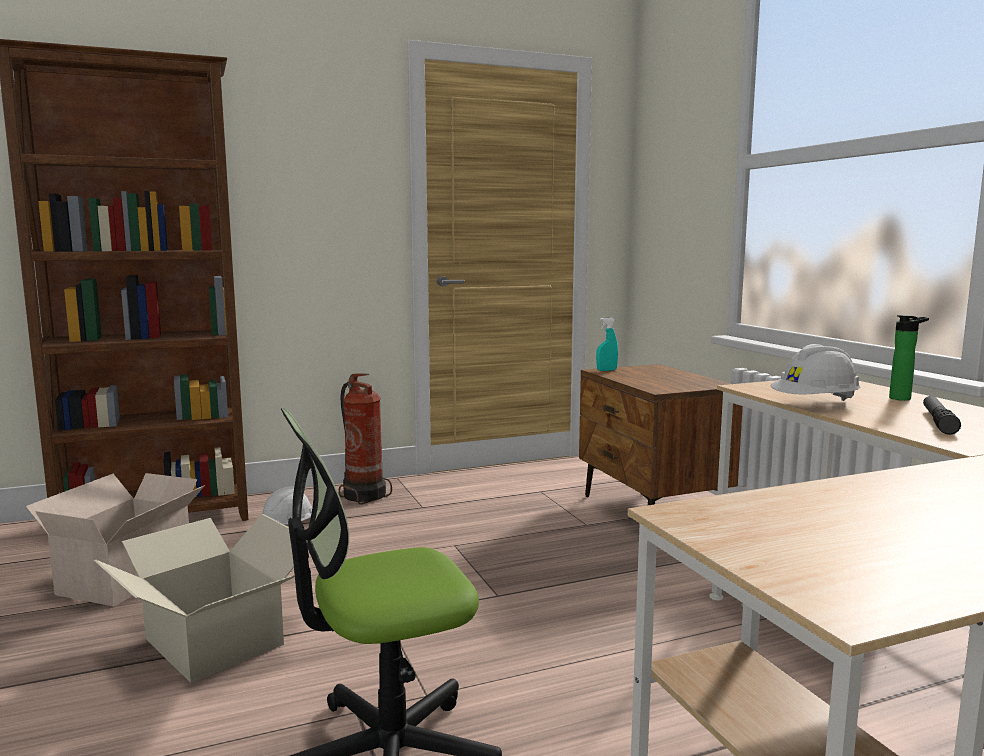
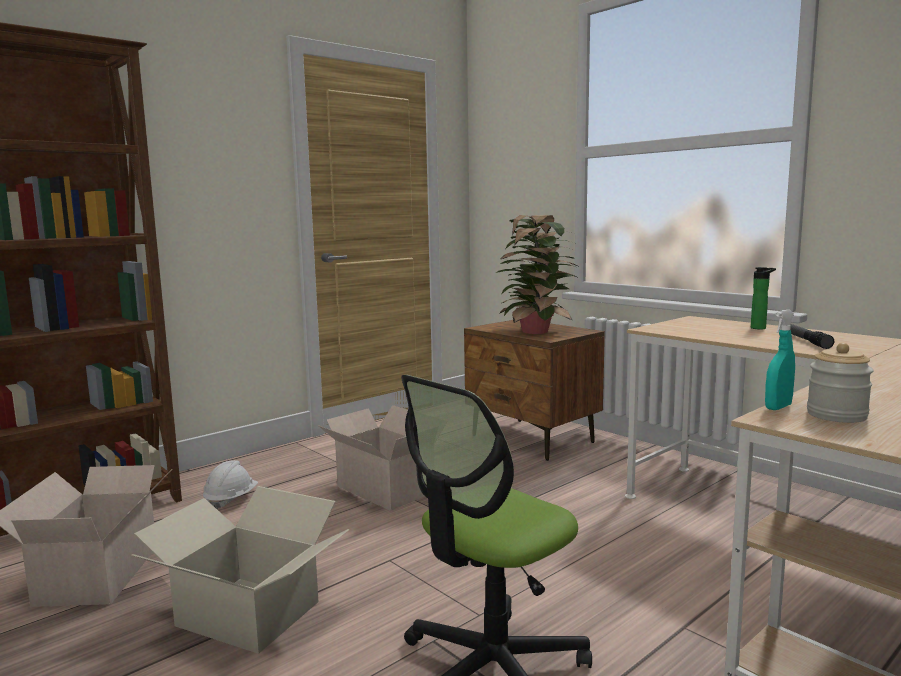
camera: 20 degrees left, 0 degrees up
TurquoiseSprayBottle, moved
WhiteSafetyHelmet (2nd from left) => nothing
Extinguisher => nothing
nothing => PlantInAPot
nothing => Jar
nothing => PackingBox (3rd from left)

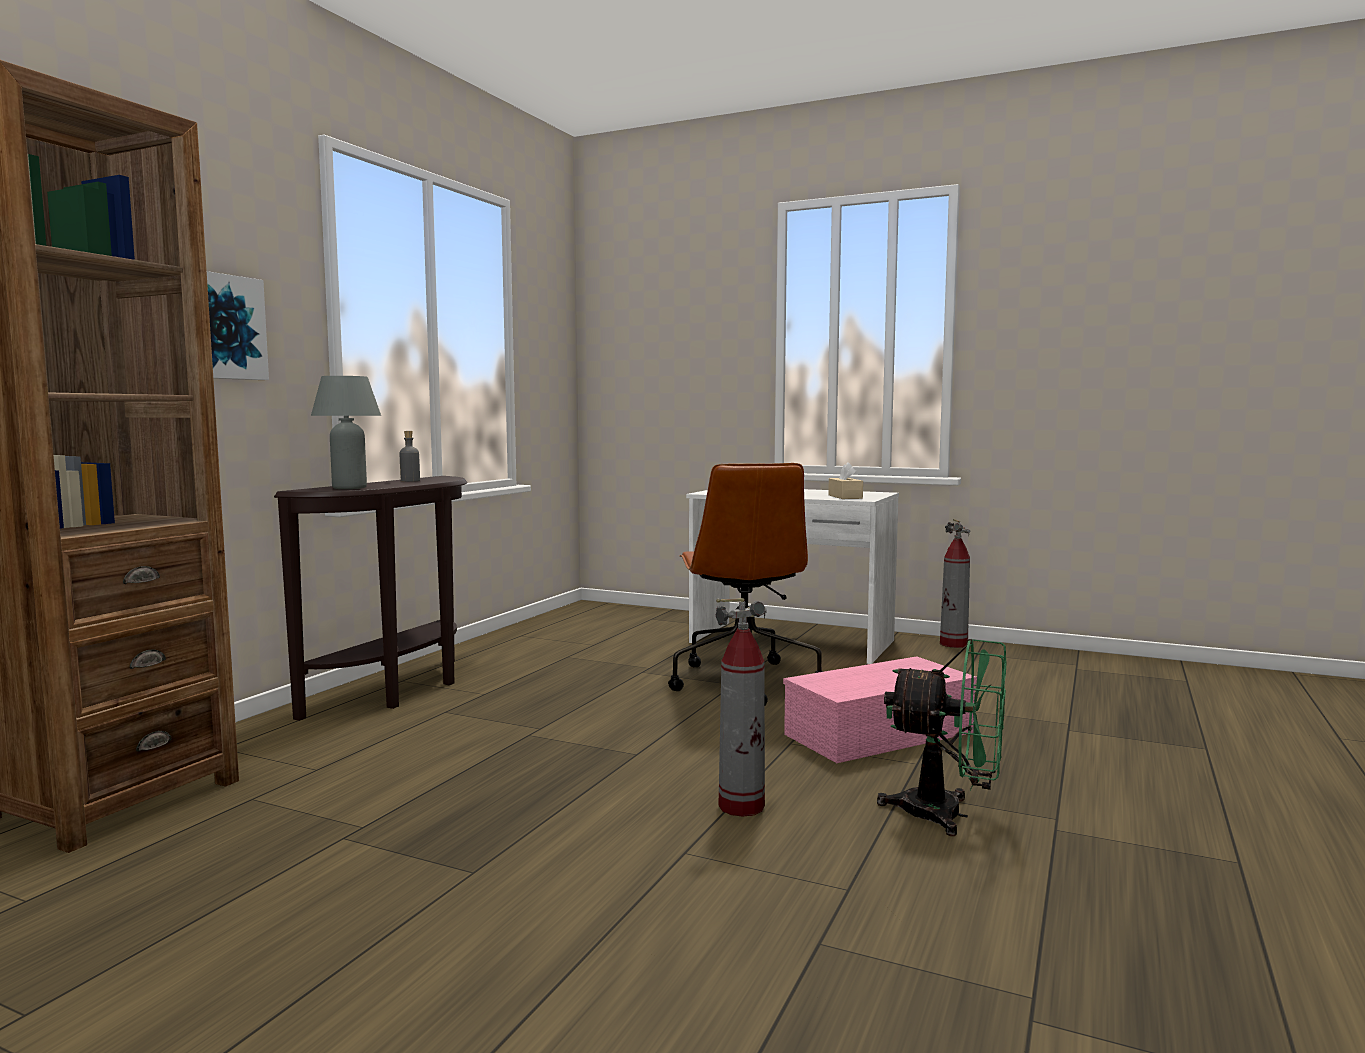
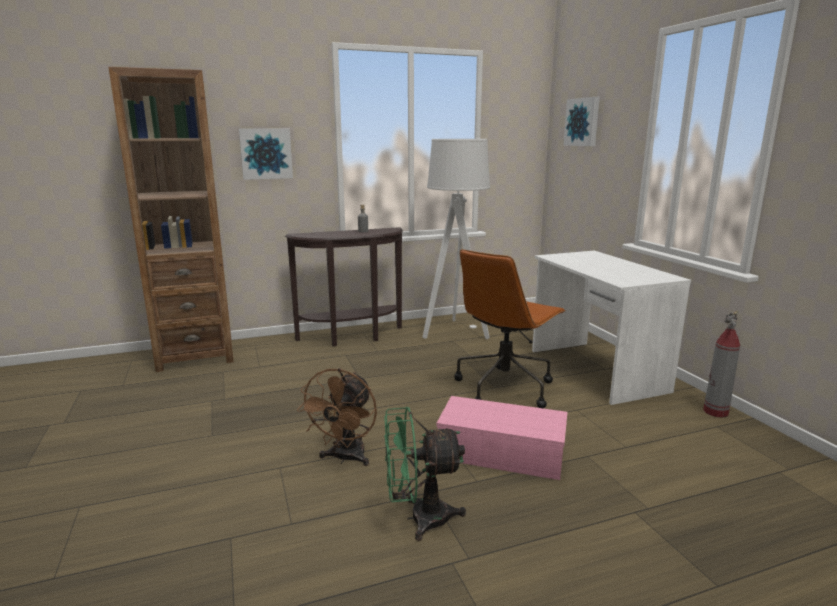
camera: 45 degrees right, 10 degrees up
GreyishLampForATable => nothing
BeigeColouredTissueBox => nothing
Extinguisher (1st from left) => BrownishFan
GreenishFan, 105 degrees clockwise
nothing => WallArt (2nd from left)
nothing => GreyishStandingLamp

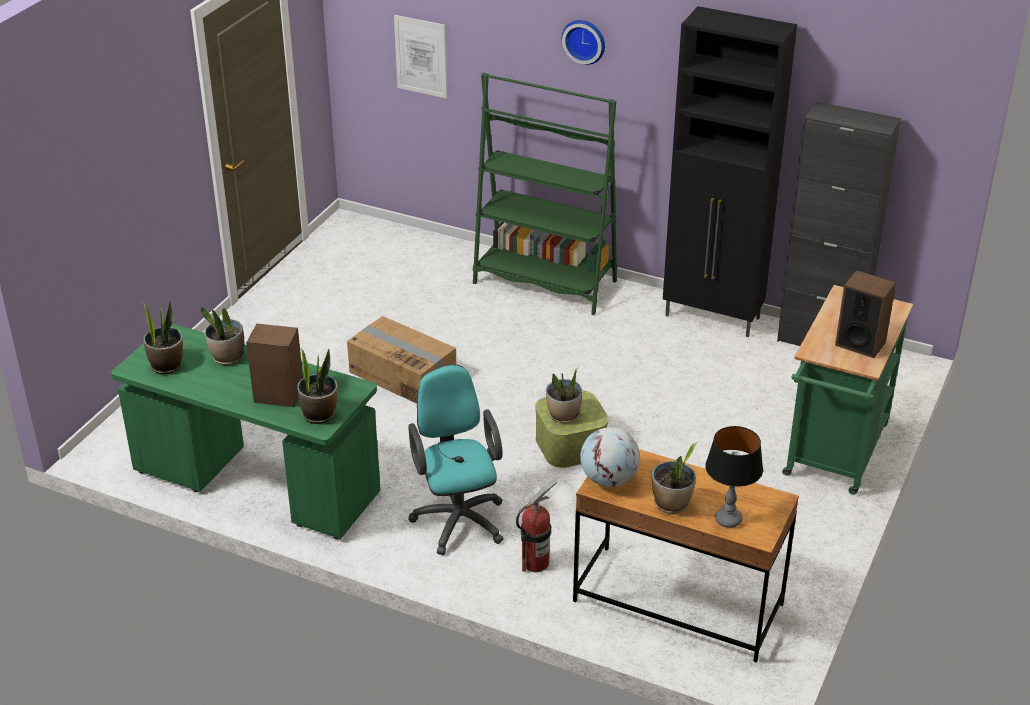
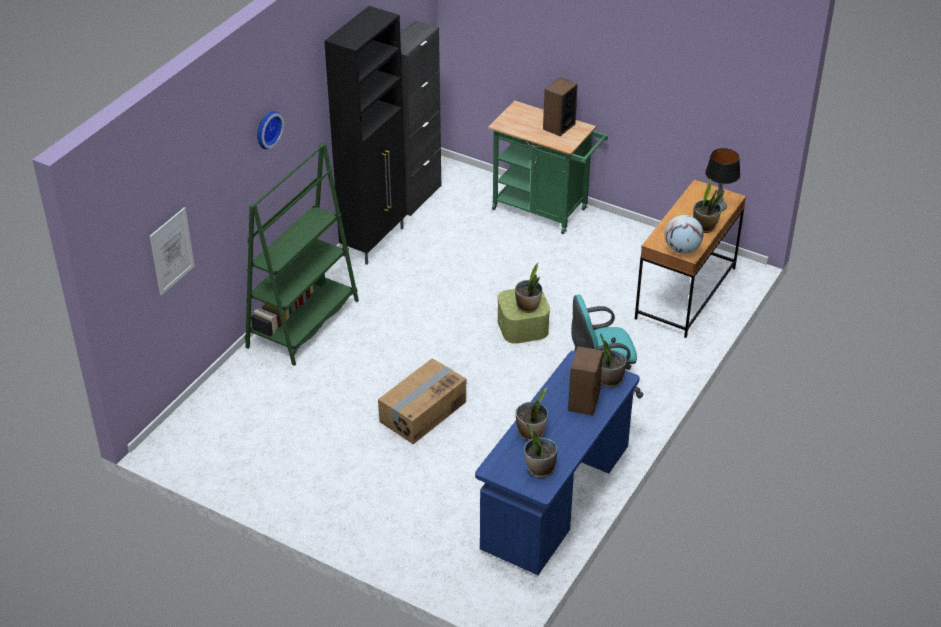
camera: 85 degrees left, 5 degrees up
GreenishDeskTable => BlueColouredDeskTable
Extinguisher => nothing

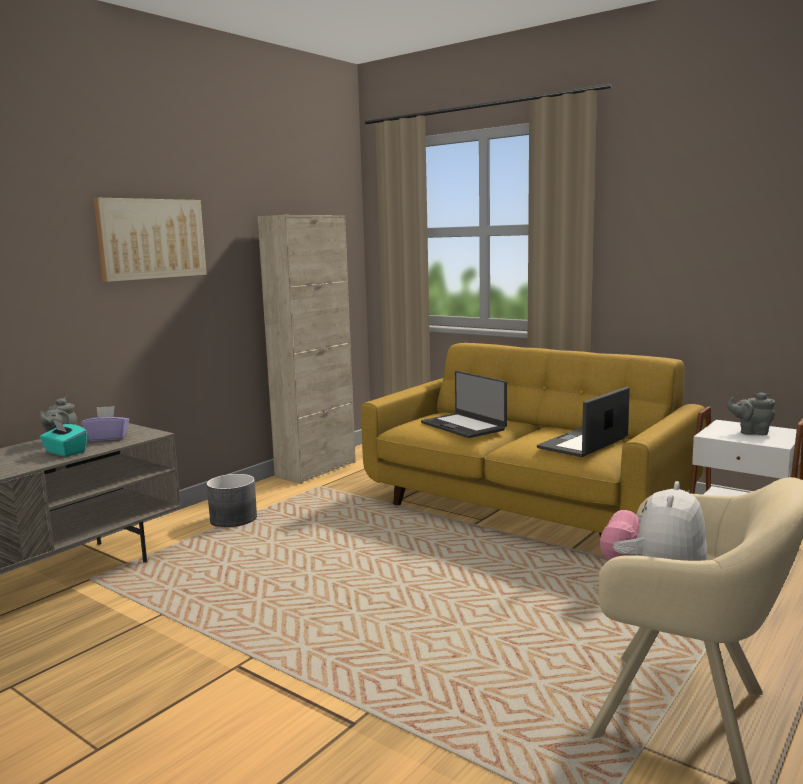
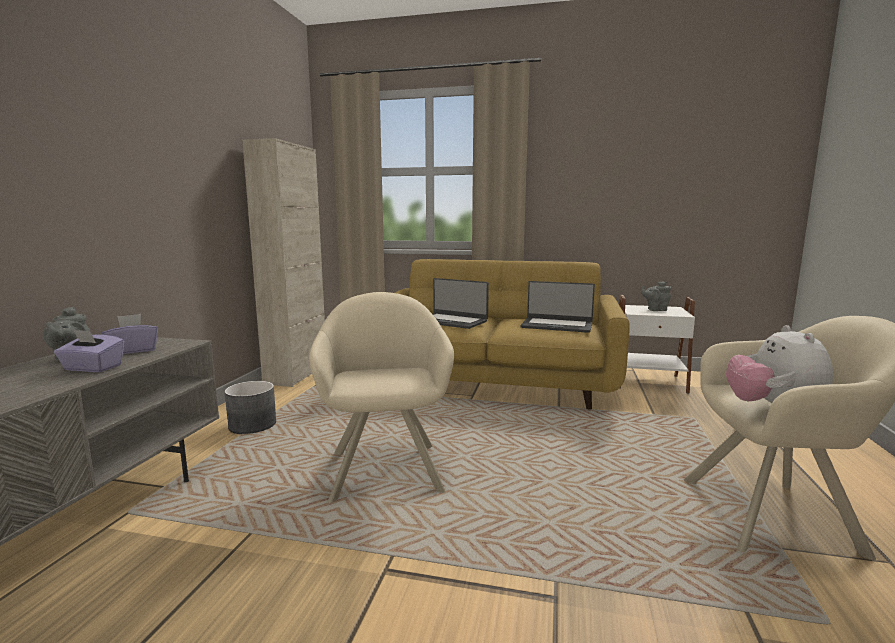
camera: 25 degrees left, 0 degrees up
WallArt => nothing
NotebookComputer (2nd from left), 90 degrees counterclockwise
TurquoiseTissueBox => PurpleTissueBox (1st from left)
nothing => BeigeColouredArmchair (1st from left)

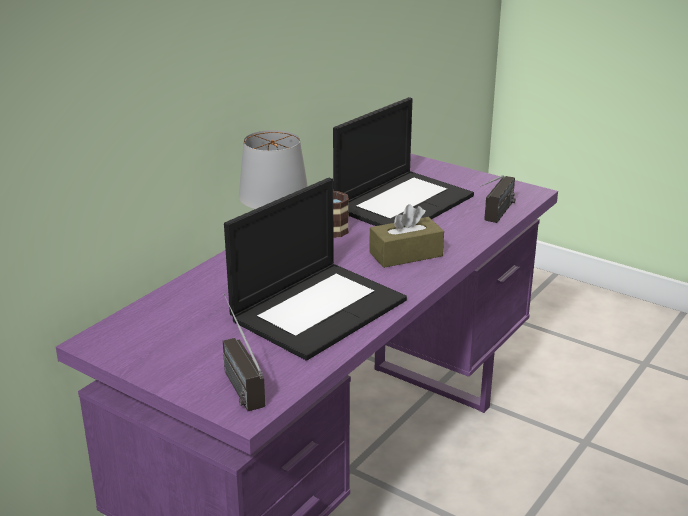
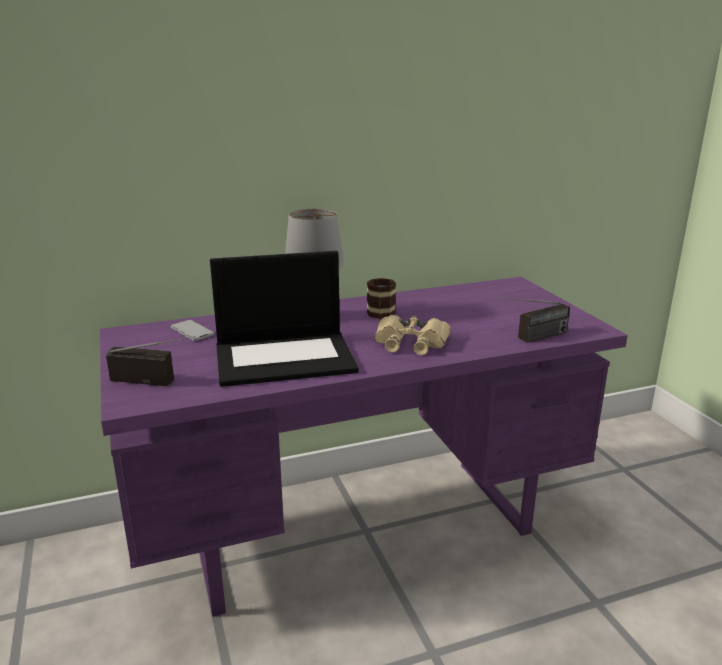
camera: 35 degrees right, 5 degrees down
NotebookComputer (2nd from left) => nothing
BrownishTissueBox => BeigeColouredFieldGlasses
Radio (1st from left), 90 degrees clockwise
nothing => Phone

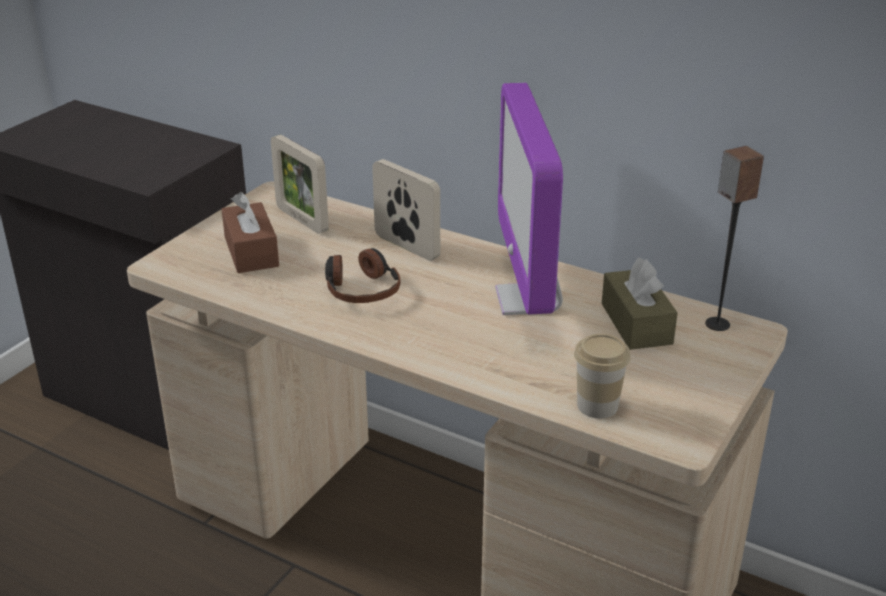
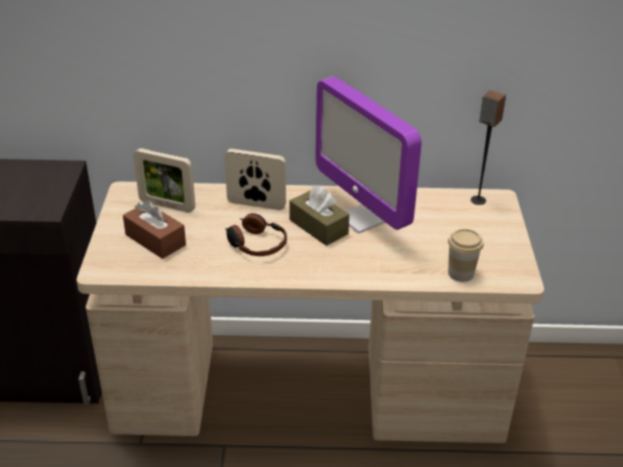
camera: 30 degrees left, 5 degrees up
BrownishTissueBox (2nd from left), moved

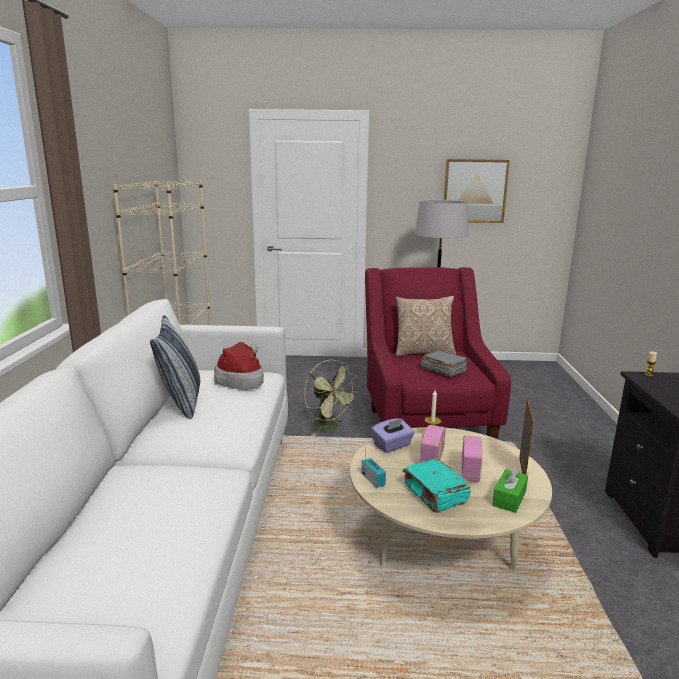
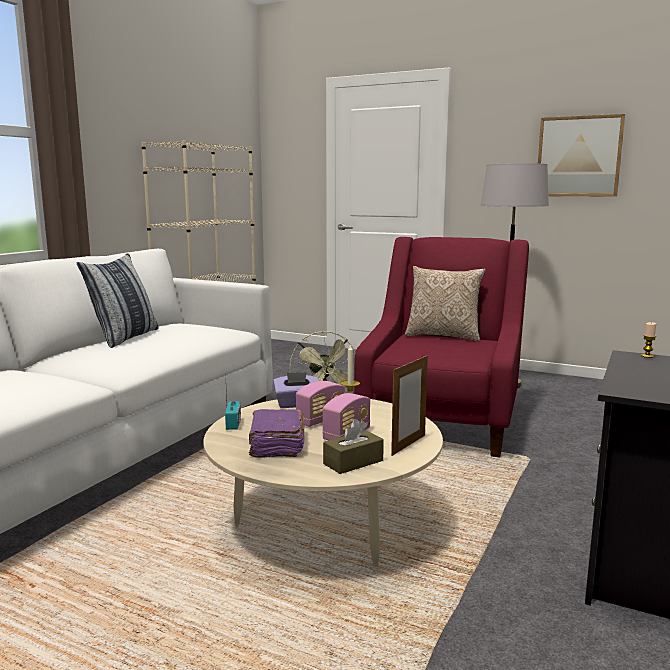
camera: 25 degrees right, 5 degrees down
ClothingHat => nothing
GreyishBook => nothing
TurquoiseBook => PurpleBook
GreenishTissueBox => BrownishTissueBox

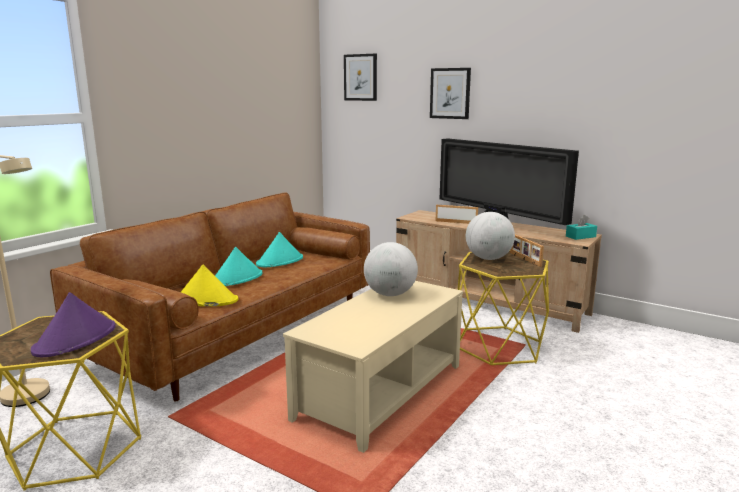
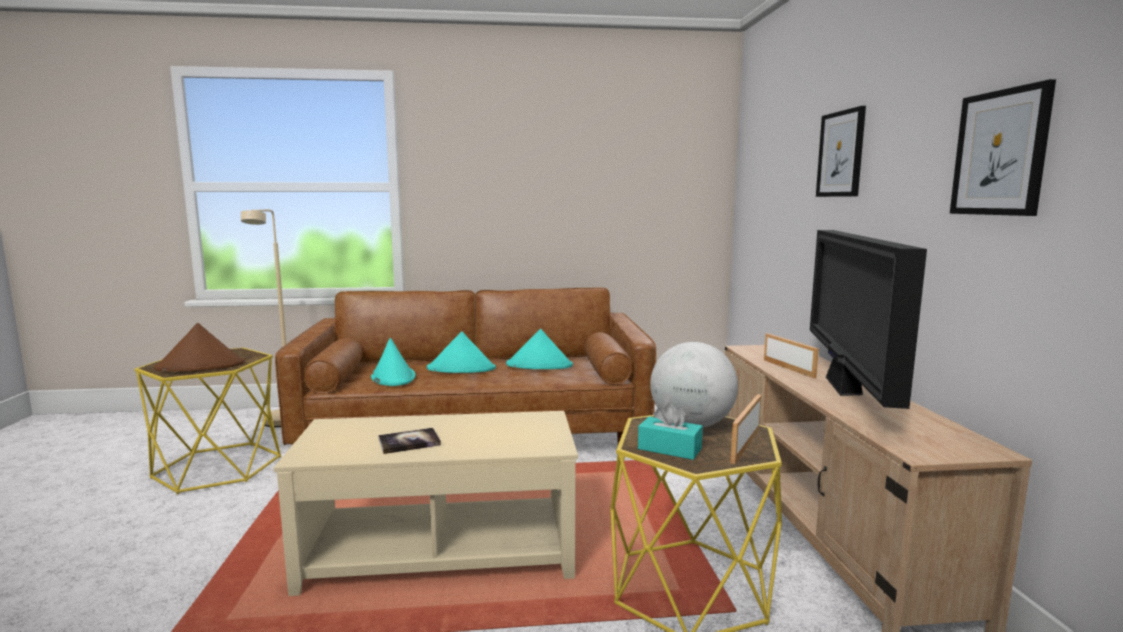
camera: 50 degrees right, 5 degrees down
WallArt (1st from left in the first image) => WallArt (2nd from left), moved
TurquoiseTissueBox, moved
WorldGlobe (1st from left) => nothing
YellowishClothingHat => TurquoiseClothingHat (1st from left)
PurpleClothingHat => BrownishClothingHat
nothing => Book

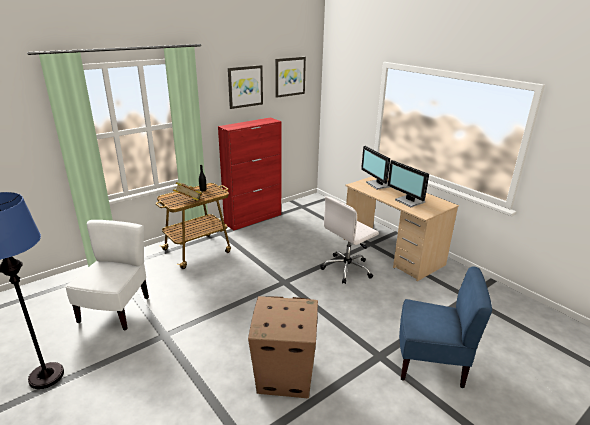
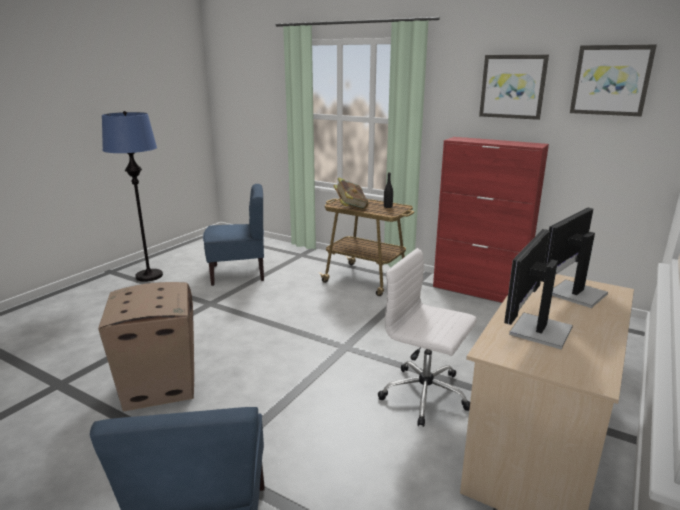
camera: 70 degrees right, 5 degrees down
WhiteUprightChair => BlueColouredUprightChair (2nd from left)

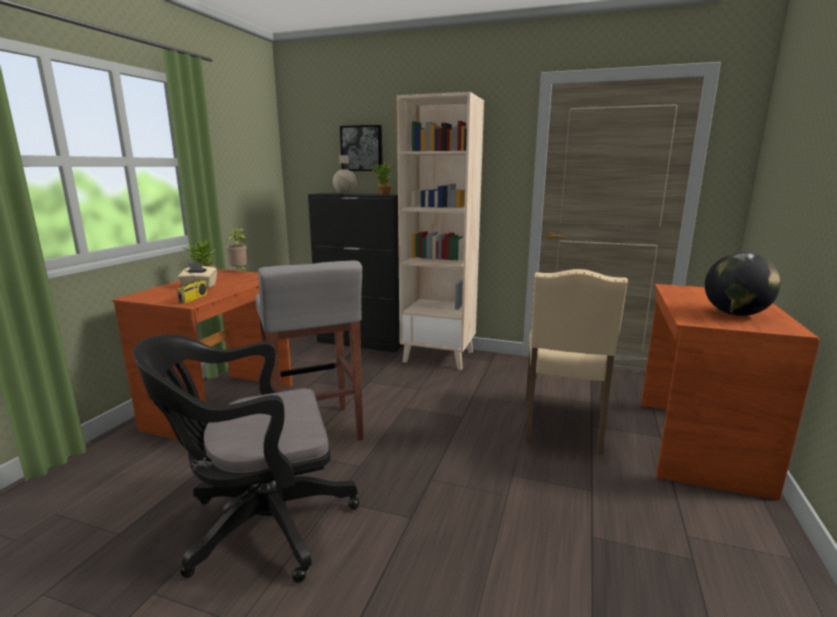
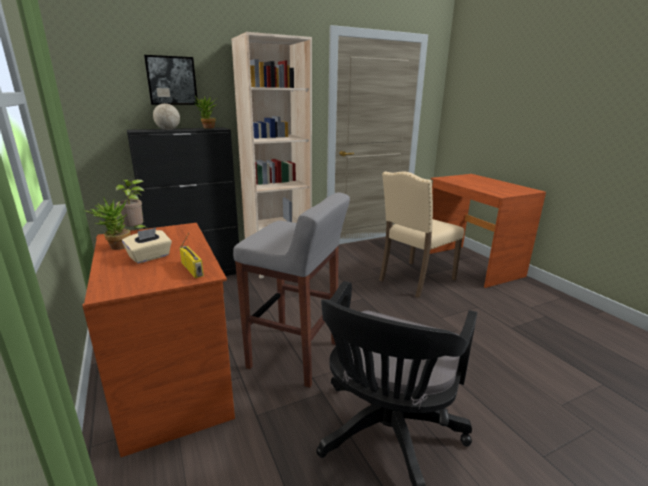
camera: 45 degrees left, 5 degrees up
WorldGlobe (2nd from left) => nothing
BeigeColouredUprightChair, 75 degrees clockwise

